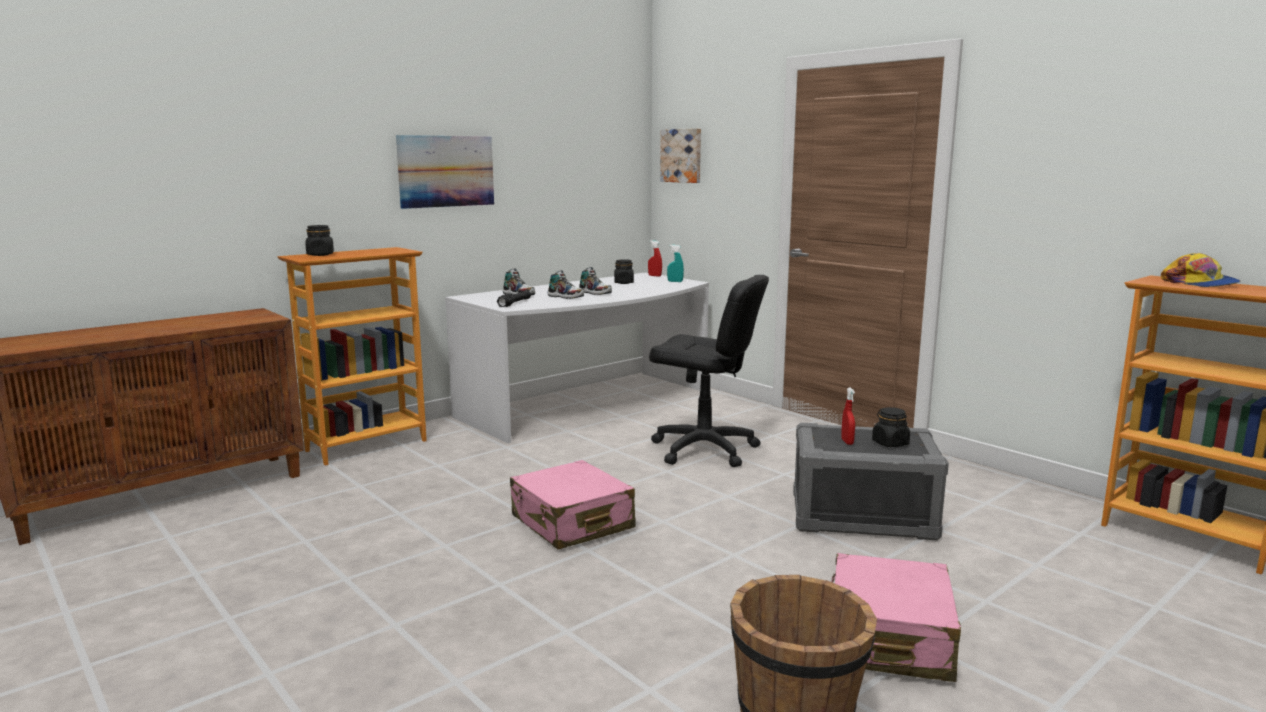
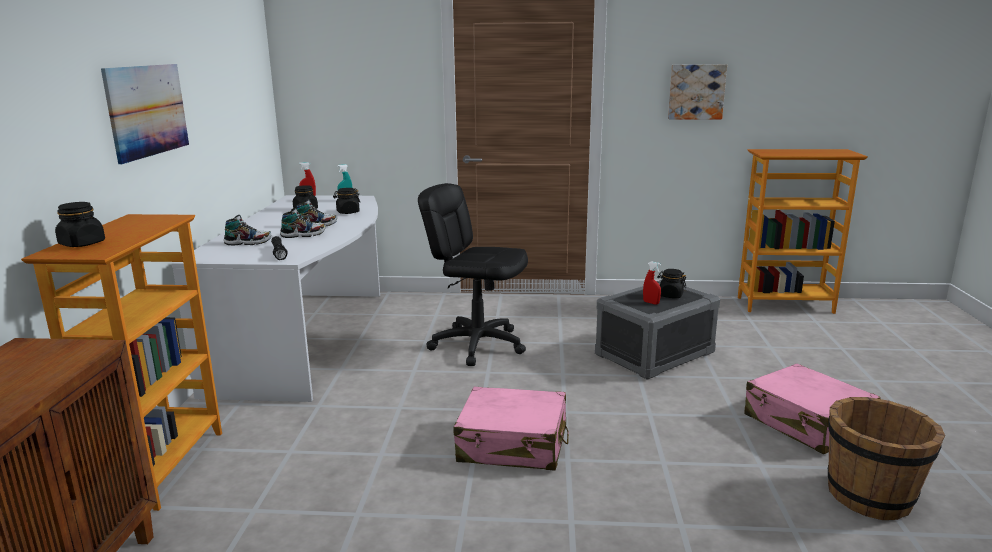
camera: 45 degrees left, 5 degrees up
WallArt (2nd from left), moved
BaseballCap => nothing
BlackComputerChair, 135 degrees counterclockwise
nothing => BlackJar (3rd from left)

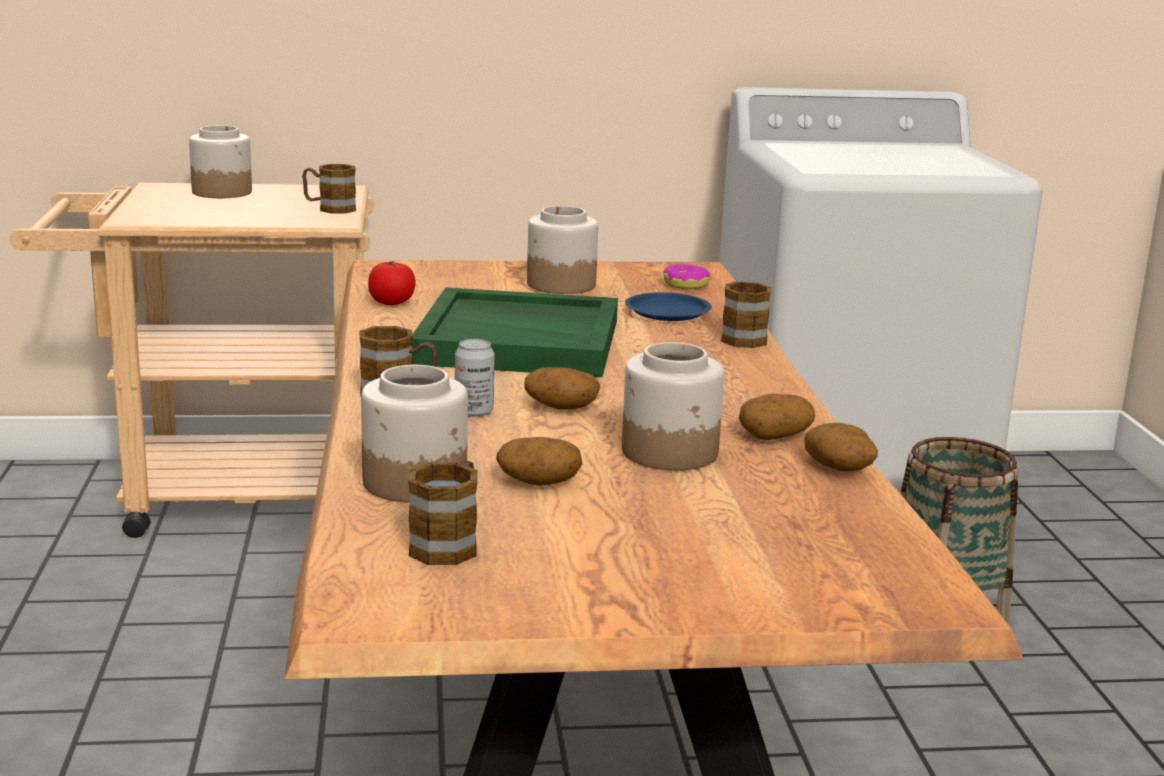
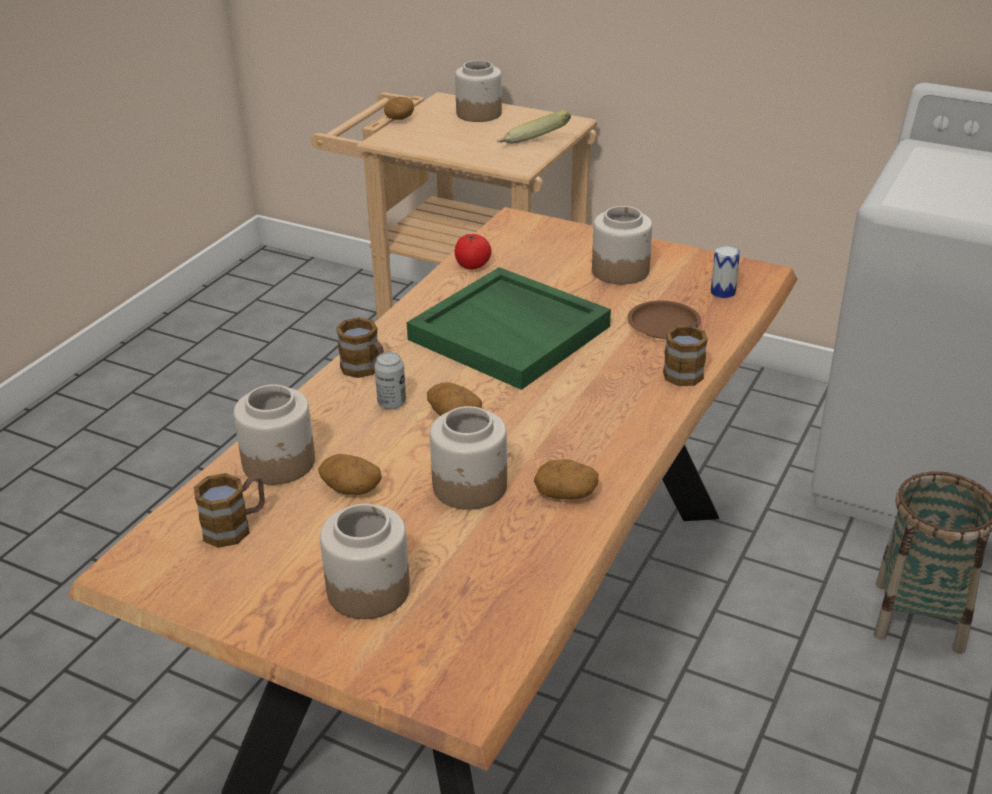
camera: 35 degrees right, 15 degrees up
Mug (1st from left) => Banana
RingDoughnut => Can (2nd from left)
BlueColouredPlate => BrownishPlate
Potato (4th from left in the first image) => Potato (2nd from left), moved
nothing => Jar (2nd from left)

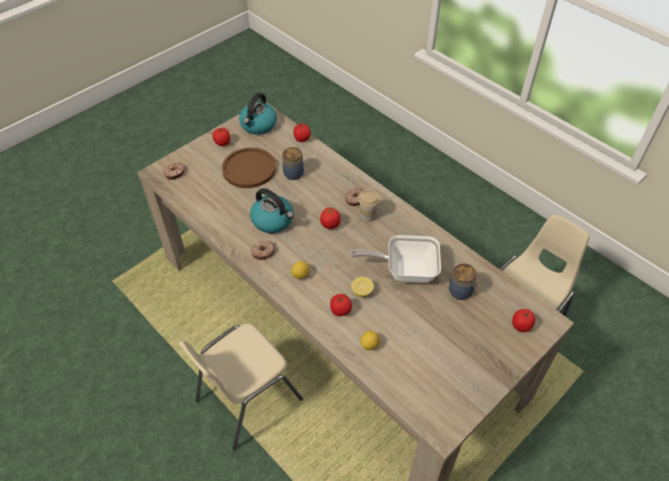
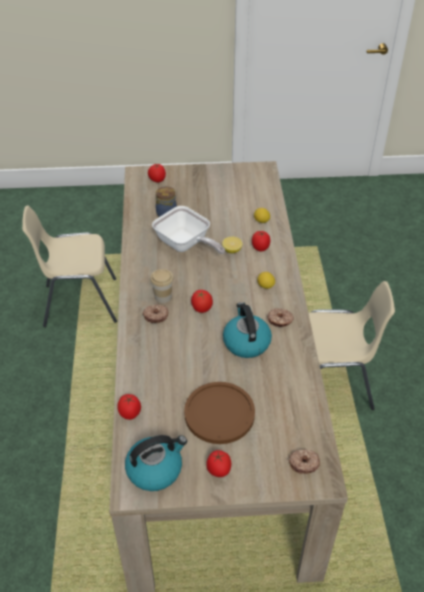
camera: 140 degrees left, 5 degrees down
Jar (1st from left) => nothing

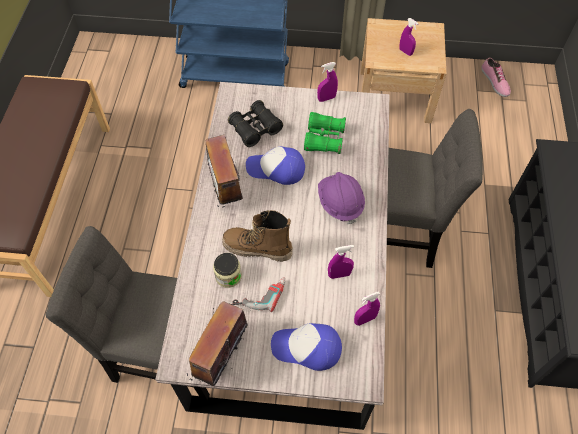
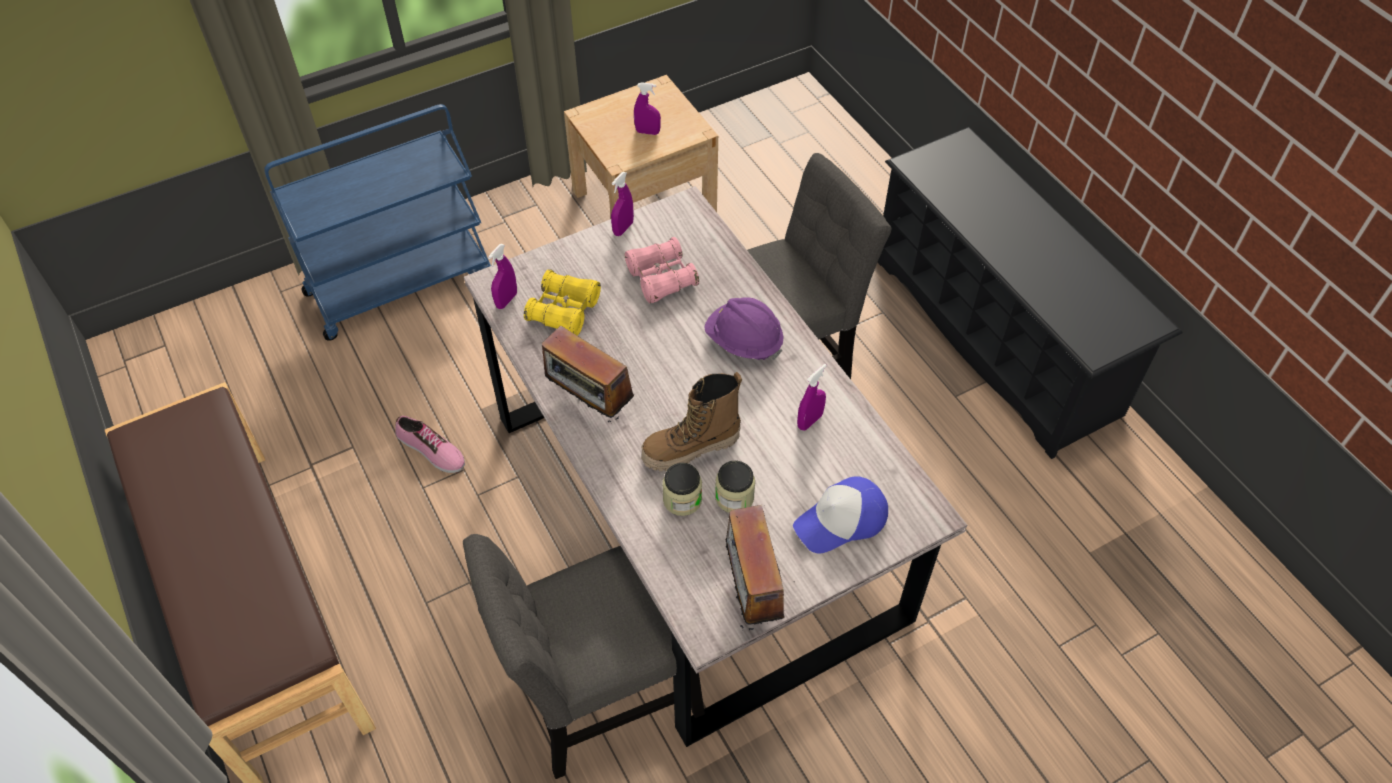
camera: 35 degrees left, 5 degrees down
ItemOfFootwear, moved
BlackFieldGlasses => YellowishFieldGlasses
GreenishFieldGlasses => PinkColouredFieldGlasses
BaseballCap (1st from left) => nothing
Drill => Jar (2nd from left)
PurpleSprayBottle (3rd from left in the first image) => PurpleSprayBottle (1st from left), moved

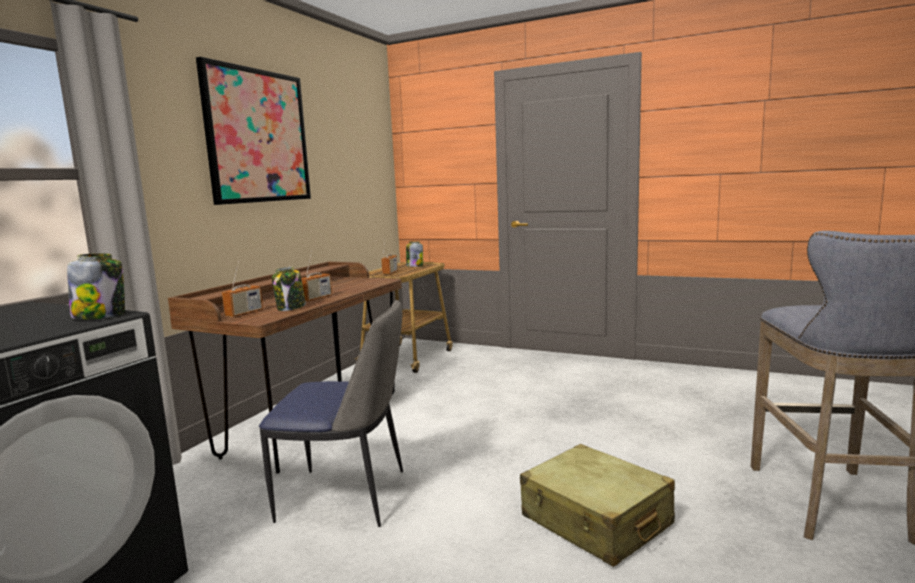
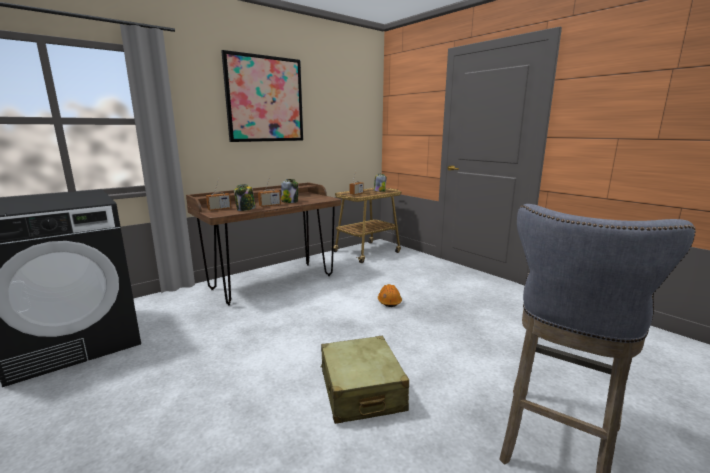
camera: 25 degrees right, 5 degrees up
Jar (1st from left in the first image) => Jar (2nd from left), moved
UprightChair => nothing
nothing => OrangeColouredSafetyHelmet

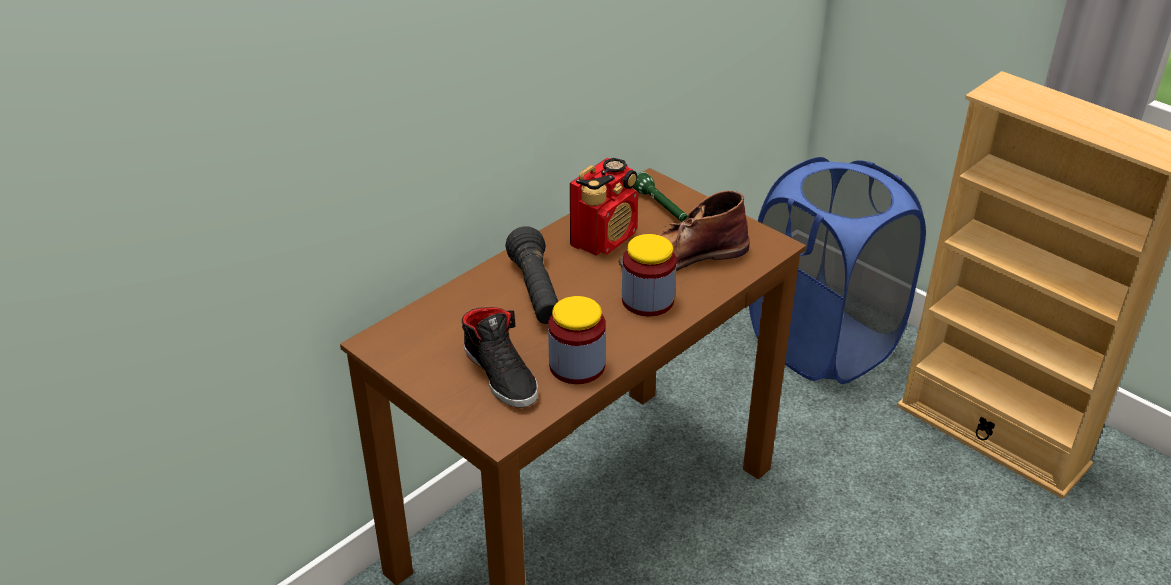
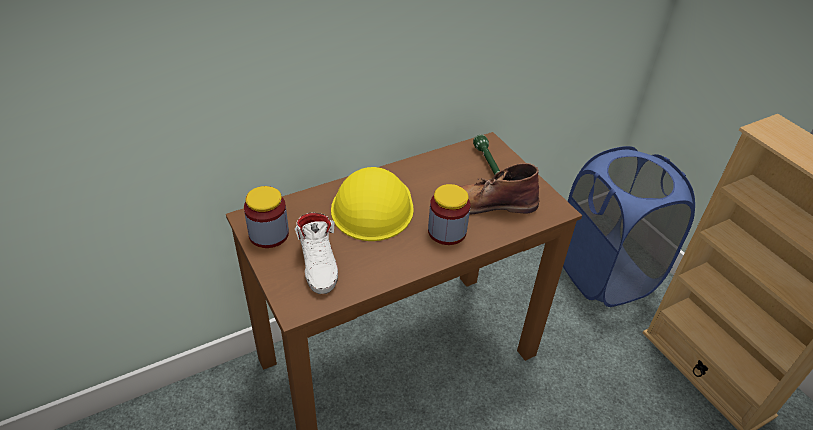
camera: 15 degrees right, 5 degrees up
Radio => nothing
BlackHandTorch => YellowishSafetyHelmet
Jar (1st from left), moved
BlackItemOfFootwear => WhiteItemOfFootwear

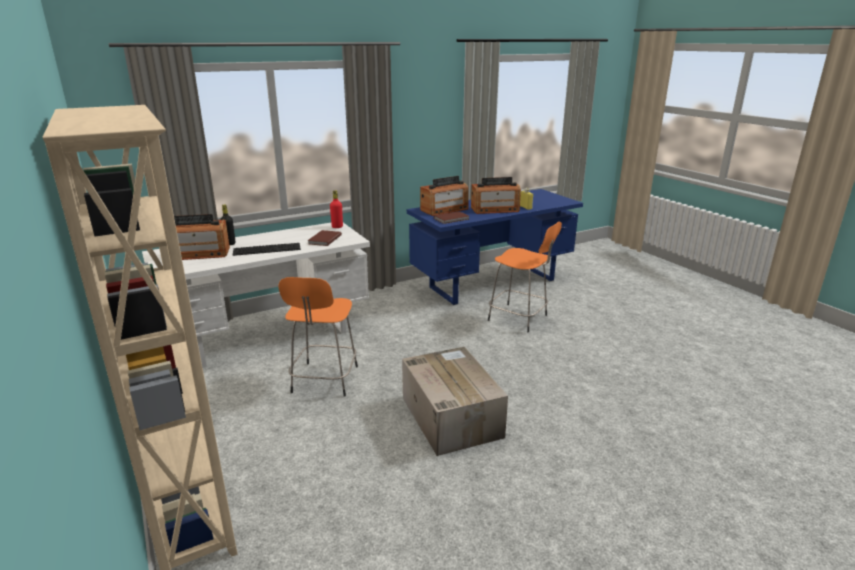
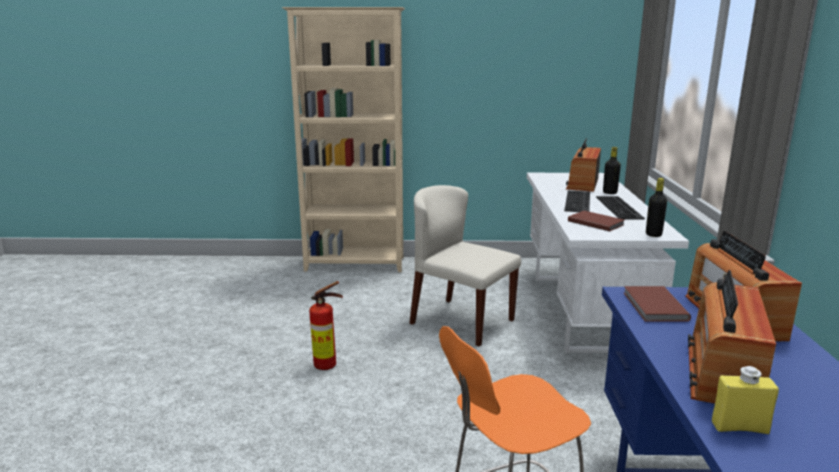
camera: 120 degrees right, 5 degrees down
ReddishBeverageBottle => BlackBeverageBottle (2nd from left)
OrangeColouredSittingStool (1st from left) => BeigeColouredUprightChair
PackingBox => Extinguisher
nothing => PcKeyboard (2nd from left)

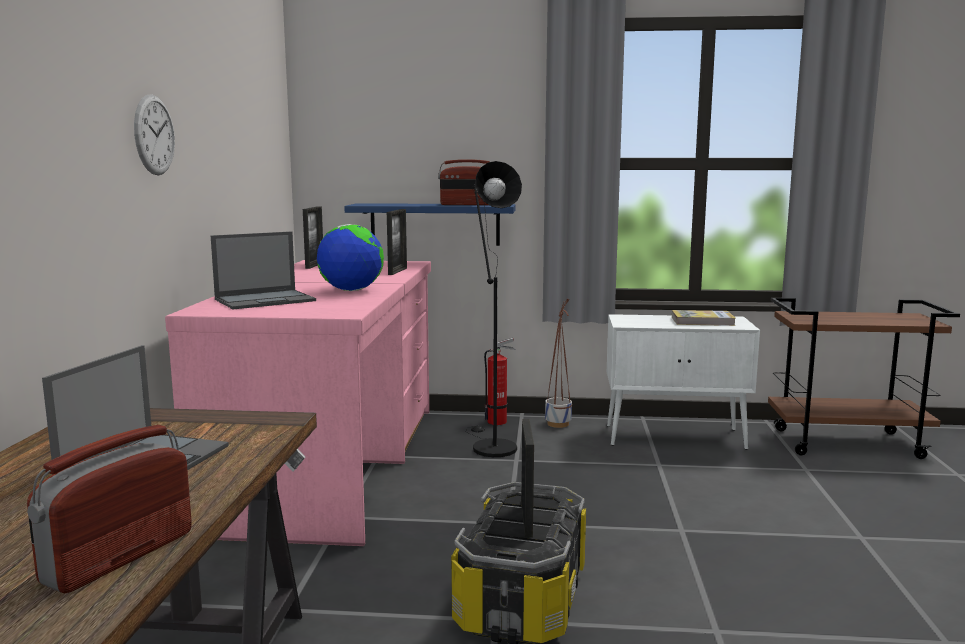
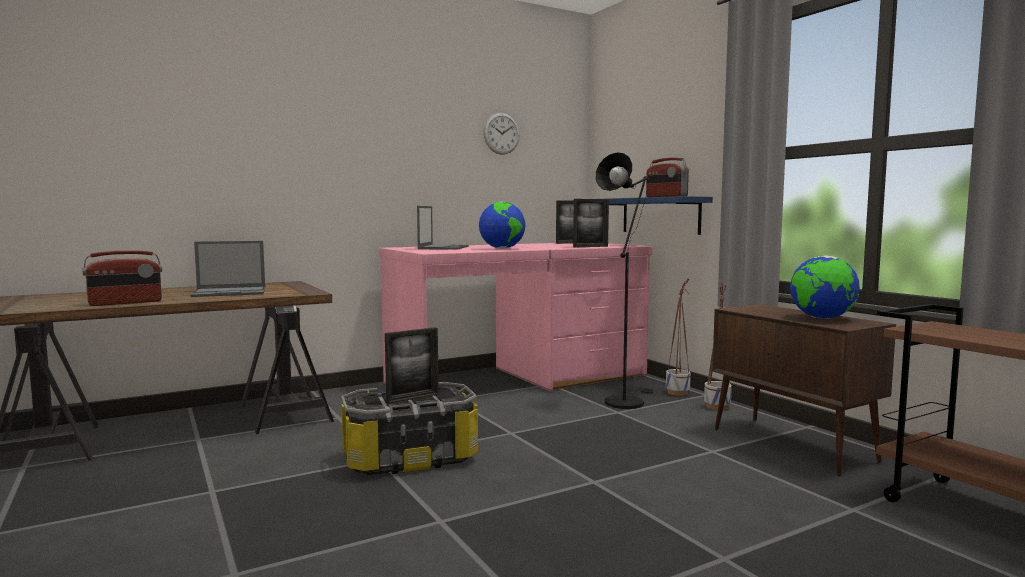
camera: 55 degrees right, 5 degrees down
WallClock, moved
NotebookComputer (2nd from left), 105 degrees counterclockwise
Book => WorldGlobe (2nd from left)
WhiteCupboard => BrownishCupboard
Extinguisher => Planter (1st from left)
Radio (1st from left), 150 degrees clockwise

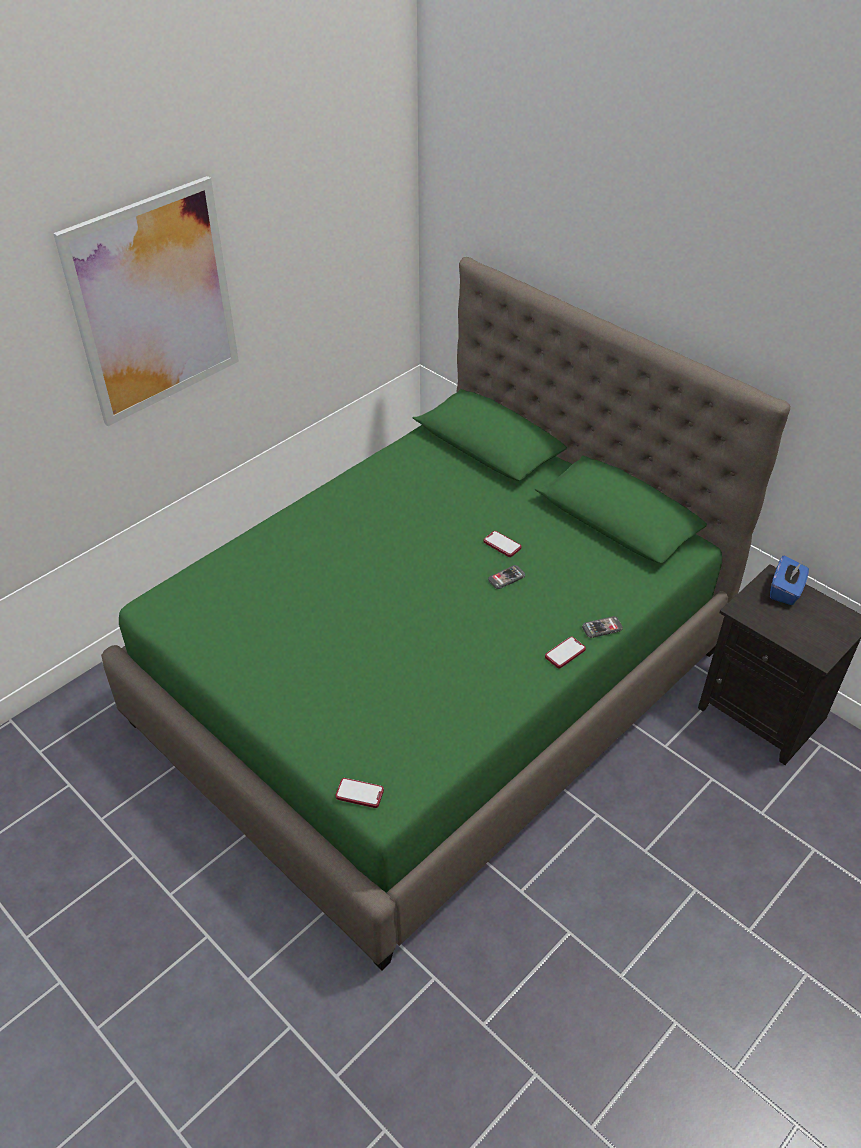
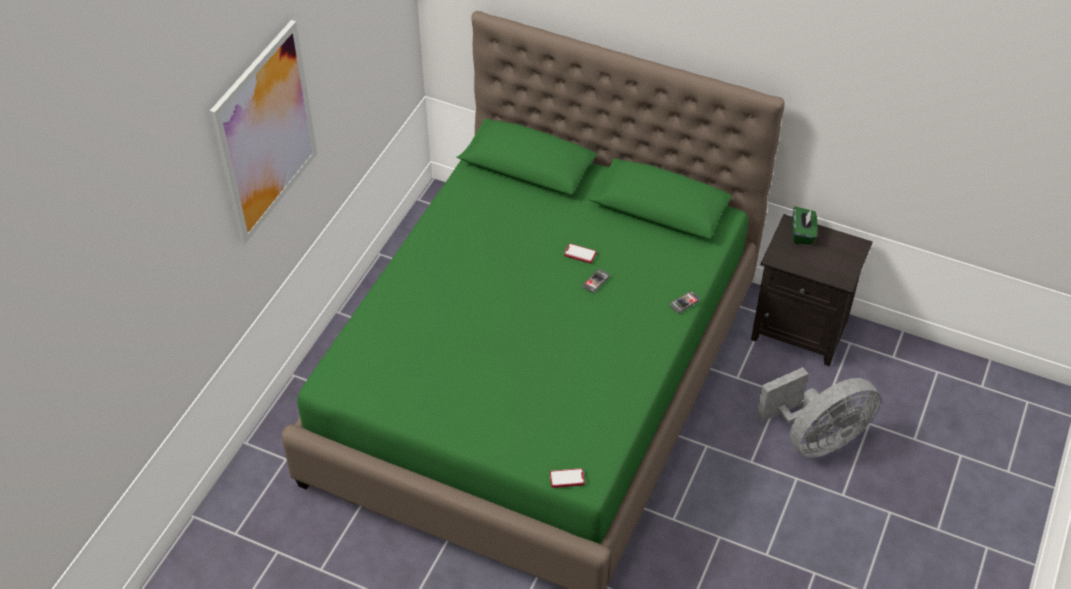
camera: 20 degrees left, 5 degrees up
BlueColouredTissueBox => GreenishTissueBox
Phone (4th from left) => nothing
nothing => GreyishFan

